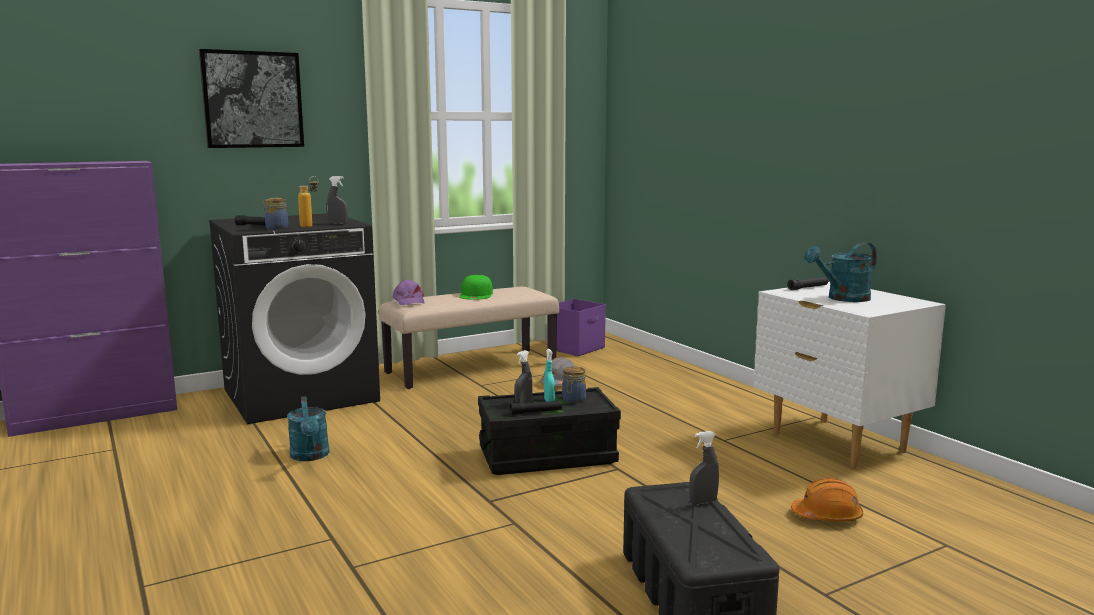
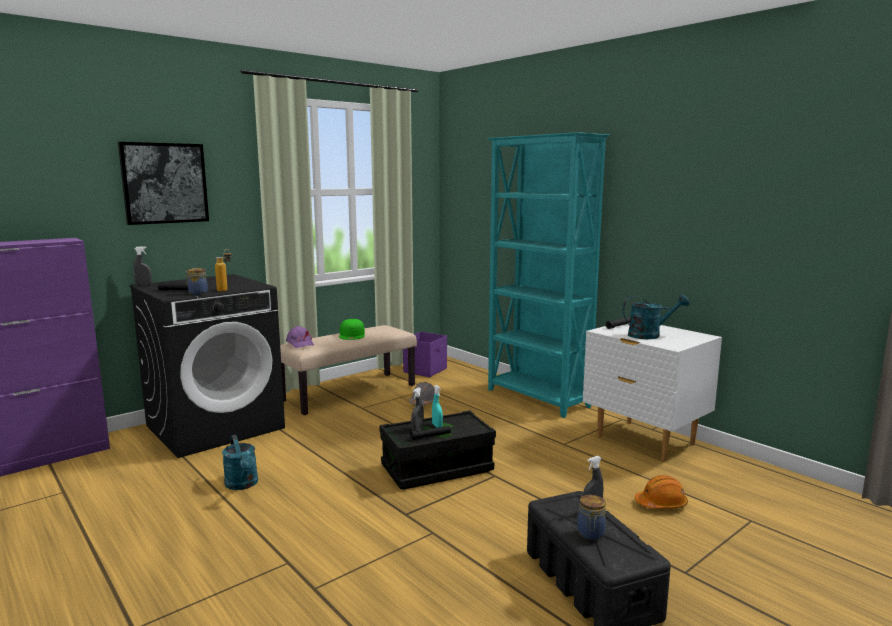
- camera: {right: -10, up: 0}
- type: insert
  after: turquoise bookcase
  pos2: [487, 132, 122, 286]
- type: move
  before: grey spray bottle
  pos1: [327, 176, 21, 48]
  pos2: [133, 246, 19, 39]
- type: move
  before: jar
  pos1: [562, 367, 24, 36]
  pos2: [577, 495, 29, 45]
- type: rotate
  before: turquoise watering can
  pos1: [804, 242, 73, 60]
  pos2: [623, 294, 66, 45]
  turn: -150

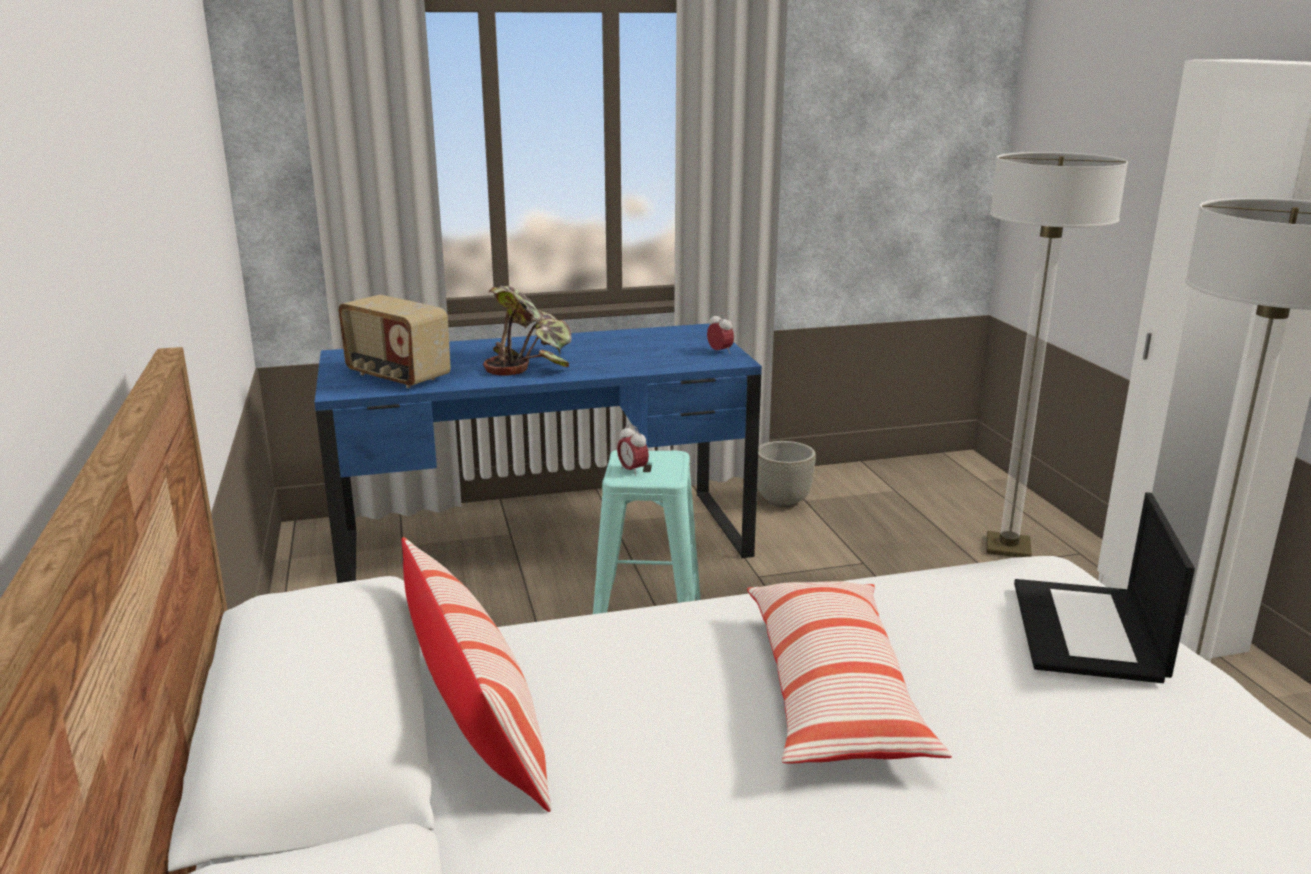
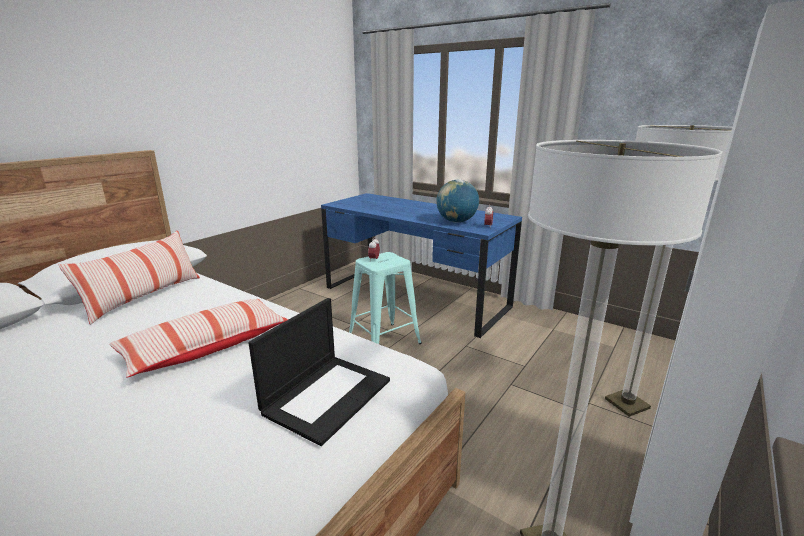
- camera: {right: 50, up: 0}
- type: delete
  before: radio
  pos1: [338, 295, 113, 93]
- type: delete
  before: potted plant
  pos1: [483, 285, 88, 91]
- type: delete
  before: grey planter
  pos1: [757, 441, 59, 67]
- type: insert
  after: globe
  pos2: [436, 180, 43, 43]
- type: rotate
  before: laptop
  pos1: [1014, 492, 181, 191]
  pos2: [248, 298, 142, 148]
  turn: 150

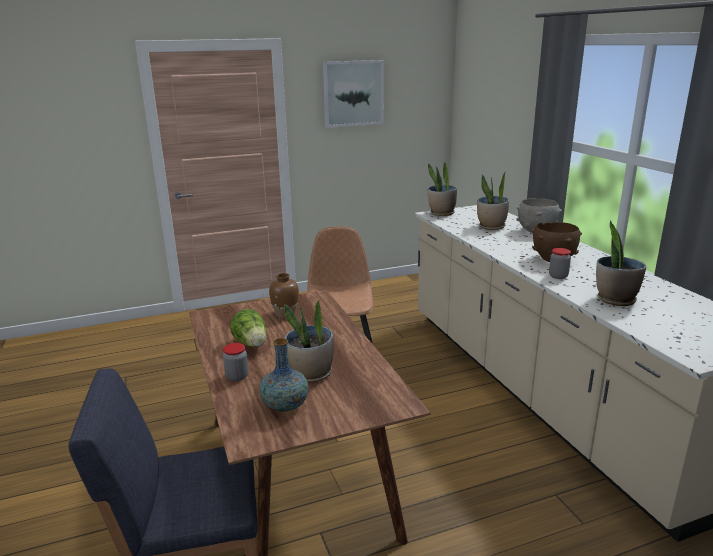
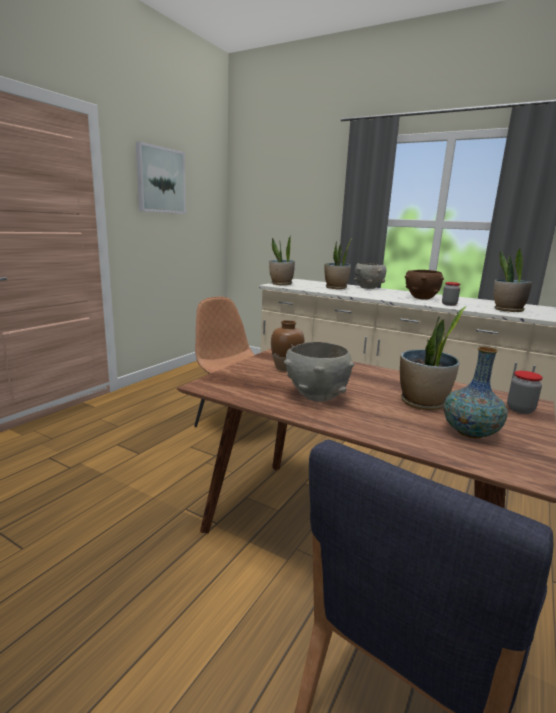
- camera: {right: -40, up: -5}
- type: move
  before: jar
  pos1: [223, 343, 25, 39]
  pos2: [507, 371, 36, 43]
- type: replace
  before: lettuce
  after: grey bowl
  pos1: [230, 309, 37, 38]
  pos2: [284, 342, 71, 60]

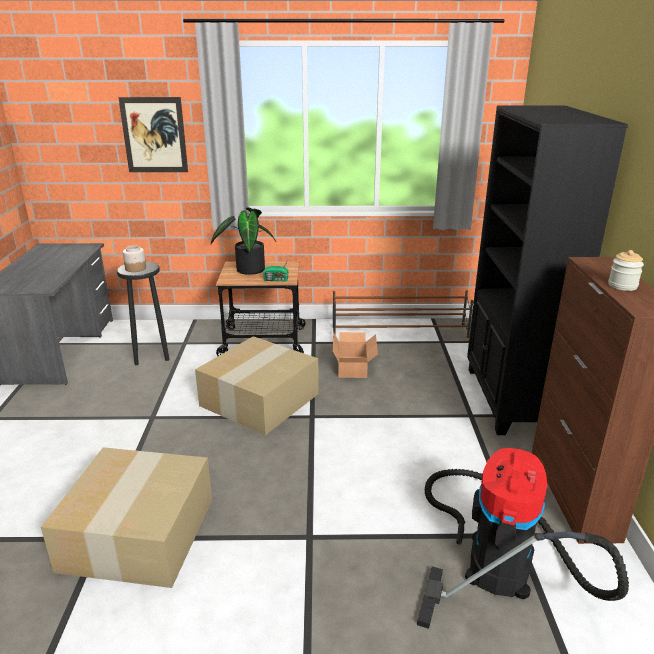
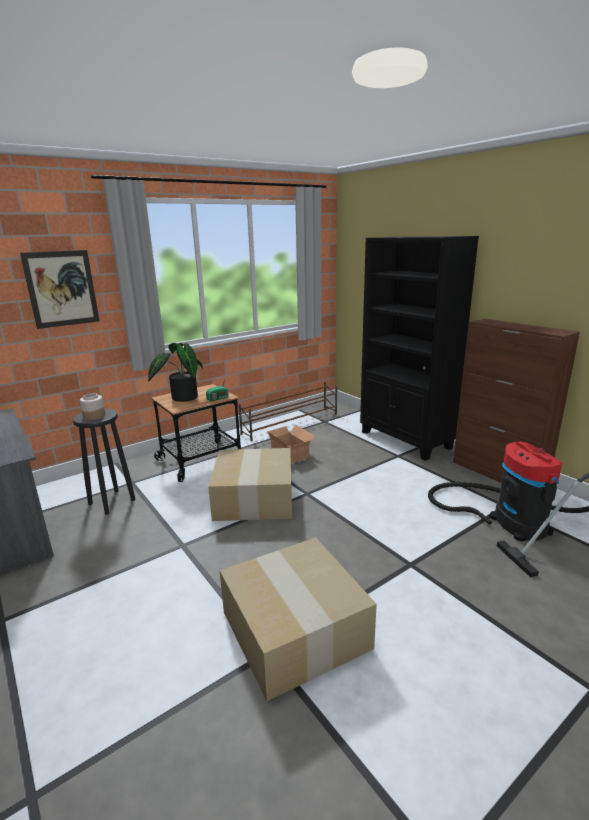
- camera: {right: -35, up: -5}
- type: delete
  before: jar
  pos1: [608, 250, 36, 41]

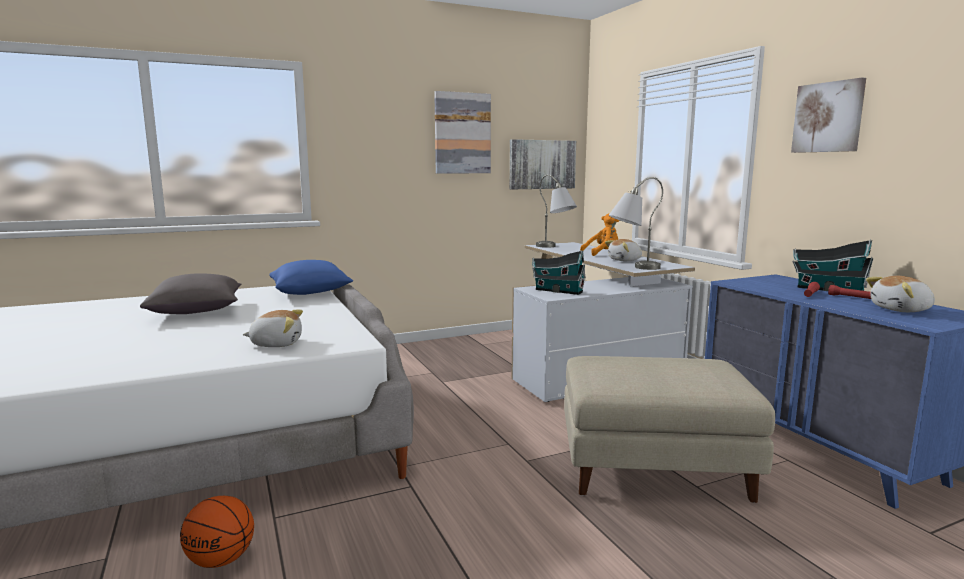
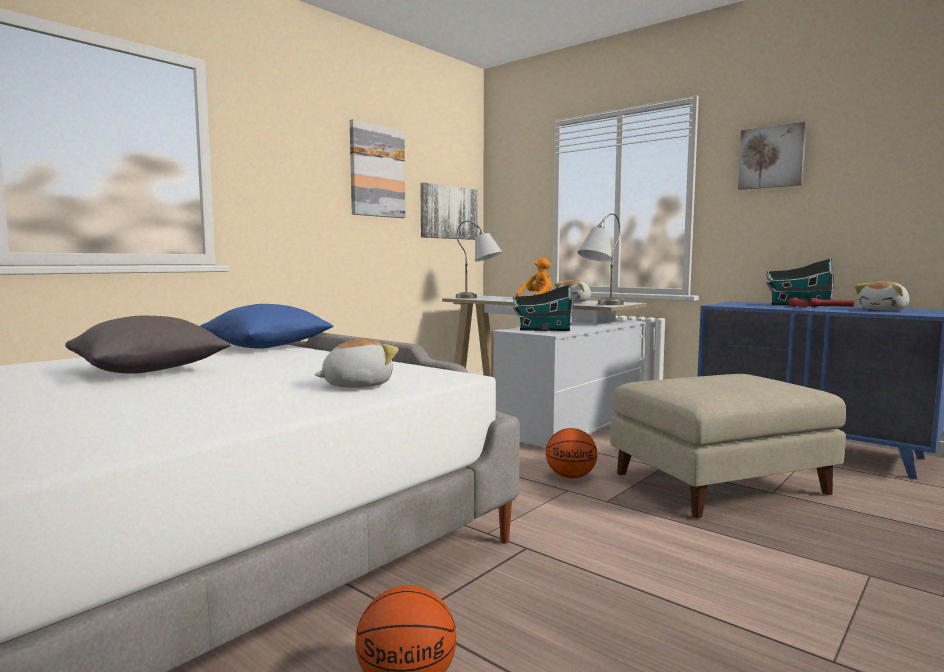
- camera: {right: -25, up: -5}
- type: insert
  after: basketball
  pos2: [546, 428, 51, 51]

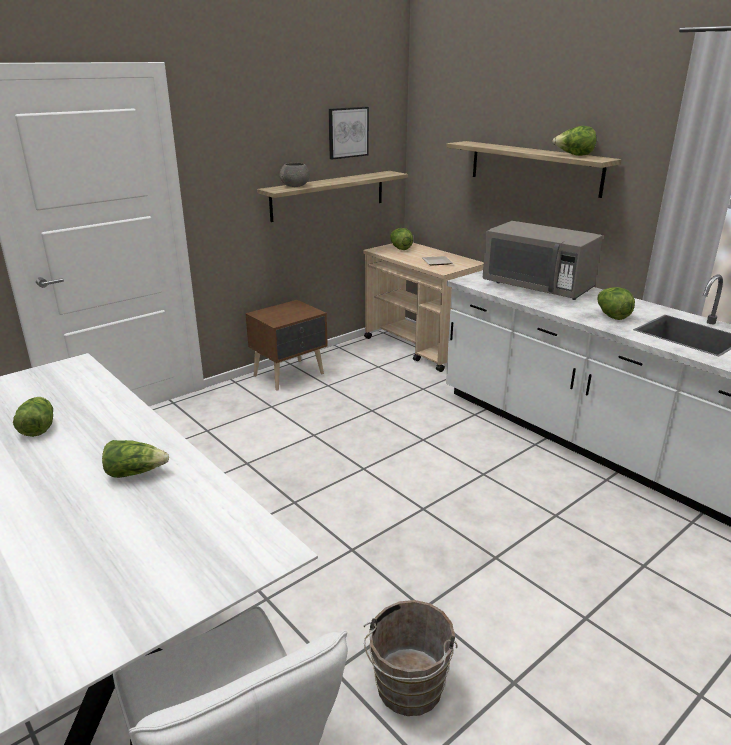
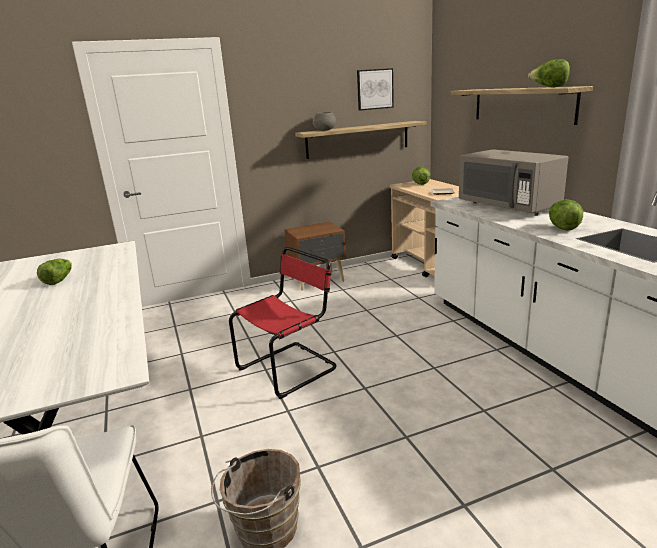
- camera: {right: 20, up: -5}
- type: delete
  before: lettuce
  pos1: [102, 440, 67, 38]
- type: insert
  after: red chair
  pos2: [229, 247, 107, 152]

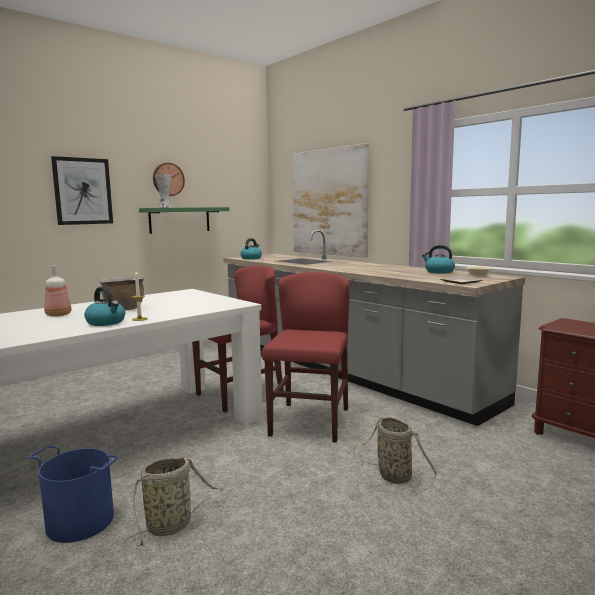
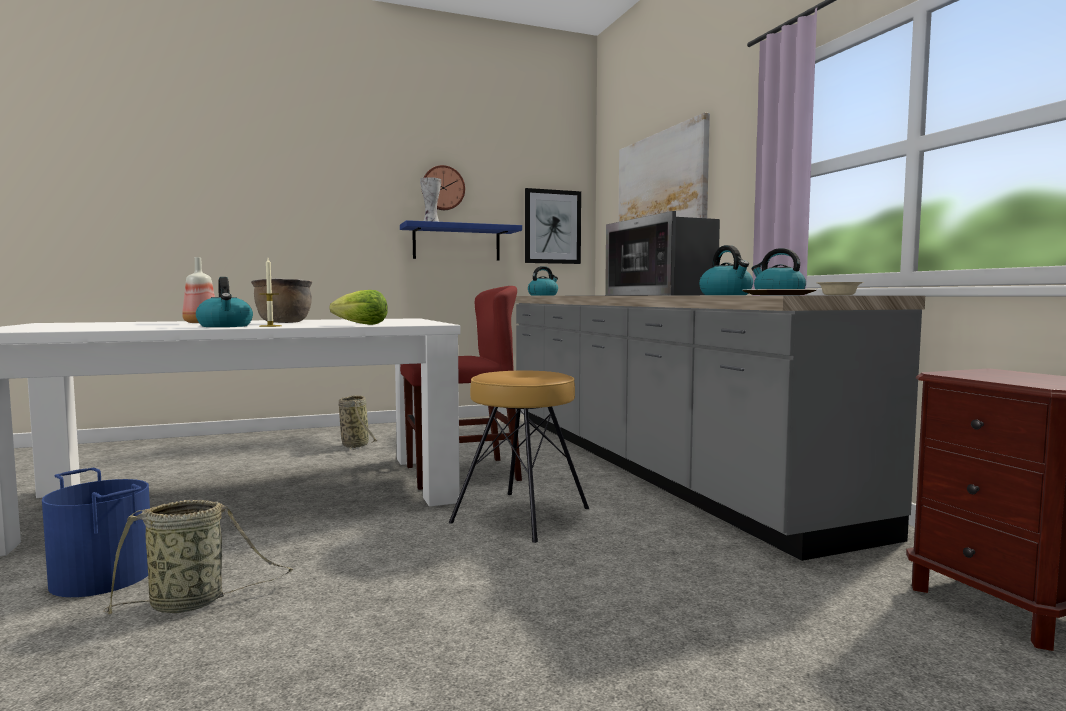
- camera: {right: 20, up: -5}
- type: insert
  after: lettuce
  pos2: [330, 290, 58, 35]
- type: insert
  after: microwave
  pos2: [605, 211, 115, 84]
- type: insert
  after: kettle
  pos2: [699, 245, 54, 50]
- type: move
  before: picture
  pos1: [51, 156, 62, 69]
  pos2: [525, 188, 56, 76]
- type: move
  before: basket
  pos1: [353, 417, 84, 74]
  pos2: [339, 395, 39, 55]
- type: replace
  before: red chair
  after: brown stool
  pos1: [262, 272, 88, 171]
  pos2: [449, 370, 140, 173]
- type: recolor
  before: green shelf
  after: blue shelf
  pos1: [139, 207, 90, 27]
  pos2: [400, 220, 122, 40]

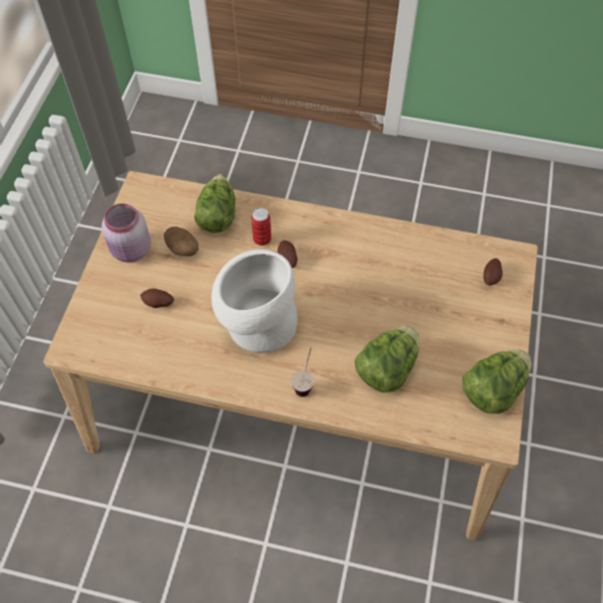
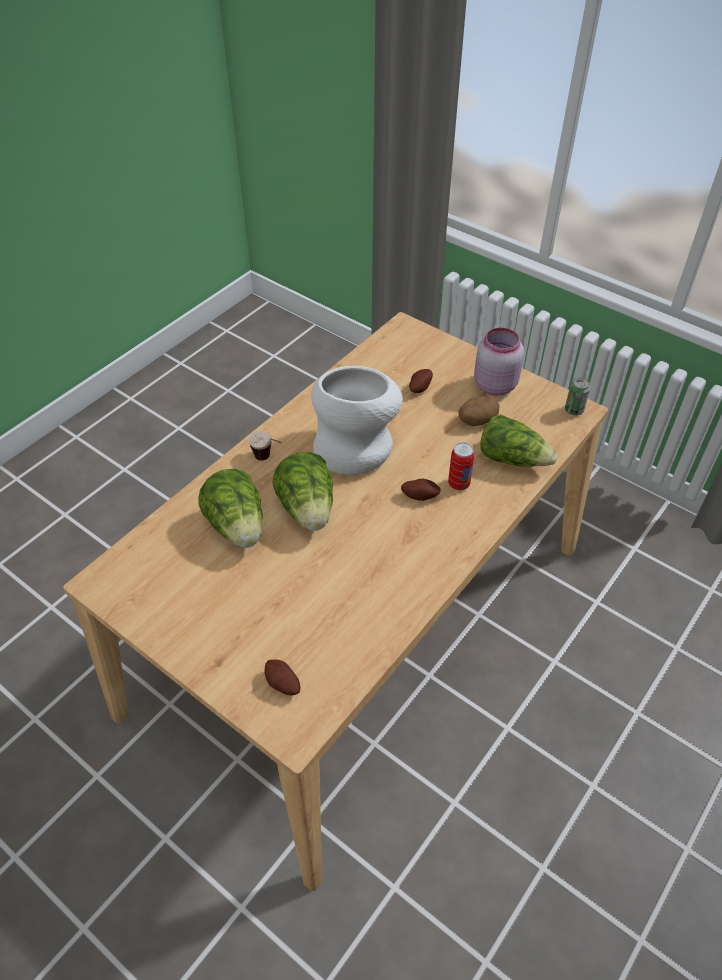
- camera: {right: 115, up: -10}
- type: insert
  after: can
  pos2: [565, 378, 25, 38]
- type: move
  before: lettuce
  pos1: [462, 349, 70, 65]
  pos2: [272, 452, 61, 79]

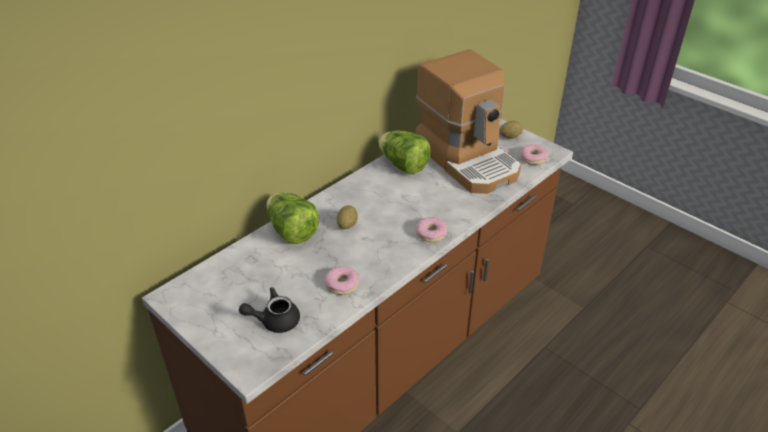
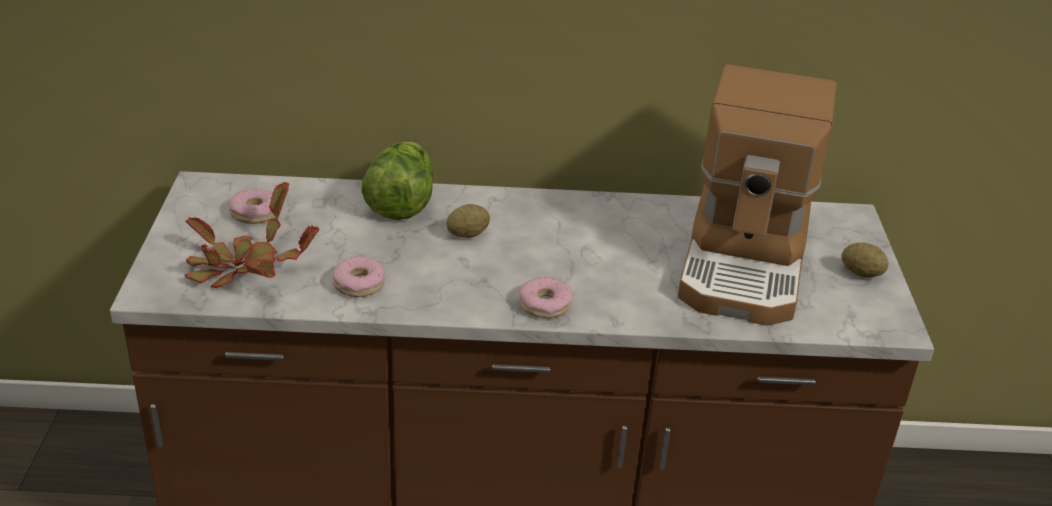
- camera: {right: 45, up: -5}
- type: delete
  before: lettuce
  pos1: [378, 130, 53, 44]
- type: move
  before: donut
  pos1: [520, 144, 29, 21]
  pos2: [229, 188, 46, 36]
- type: replace
  before: black teapot
  after: potted plant
  pos1: [239, 287, 61, 46]
  pos2: [185, 182, 134, 106]

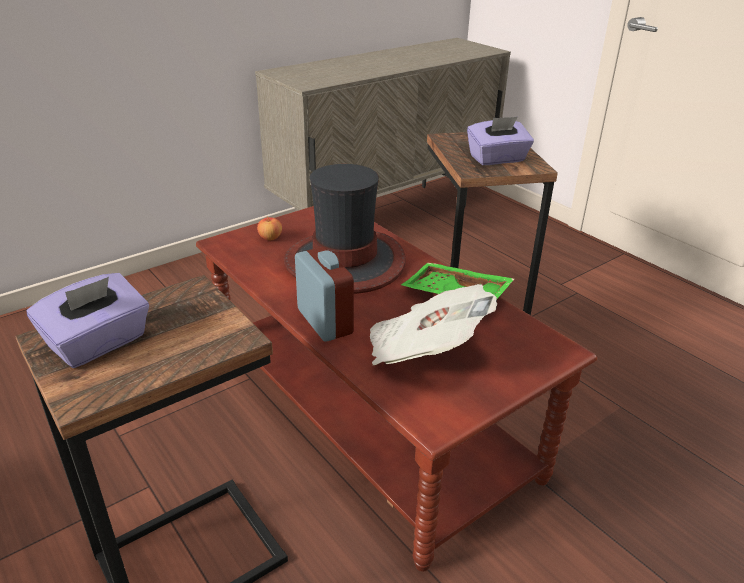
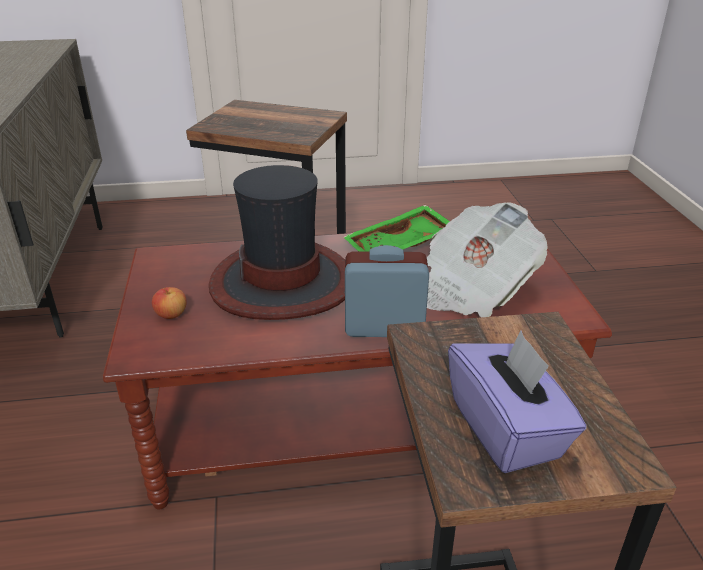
- camera: {right: -60, up: 0}
- type: delete
  before: purple tissue box
  pos1: [467, 117, 67, 48]

